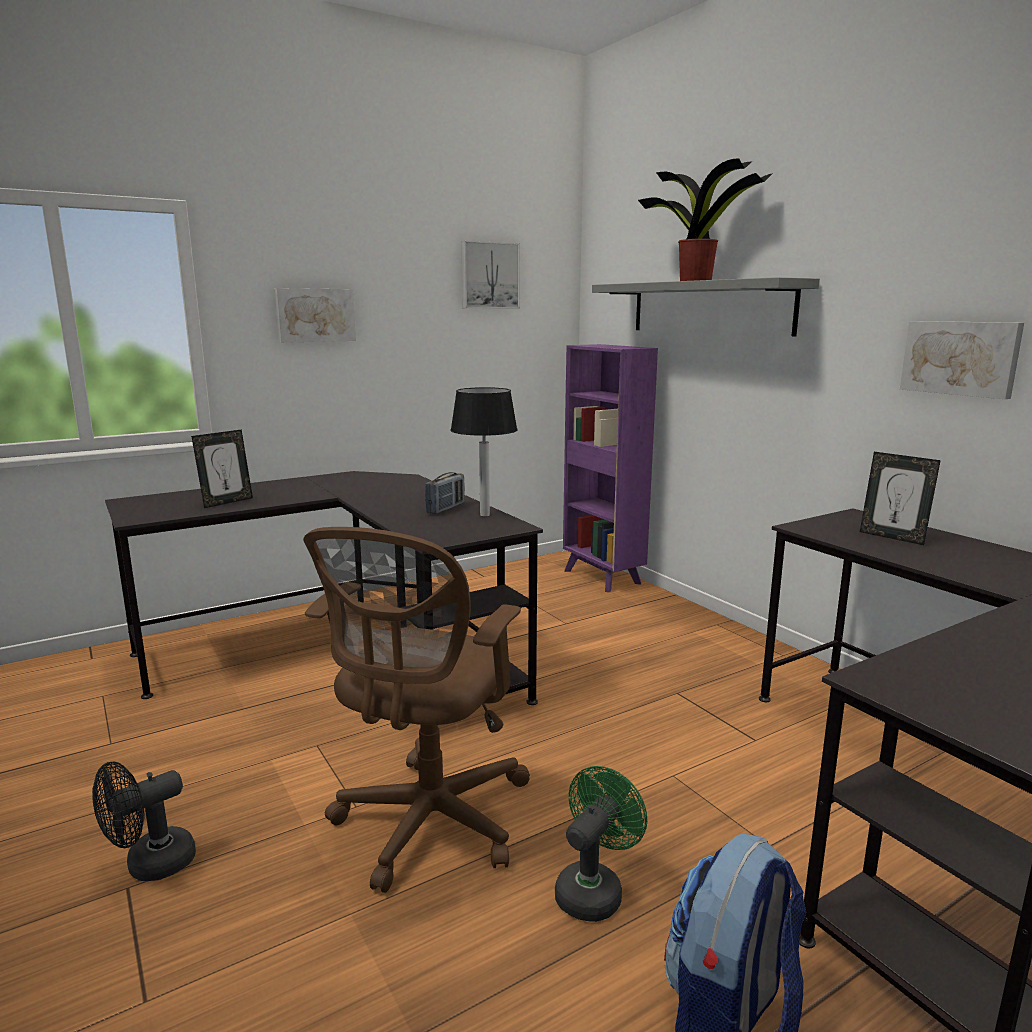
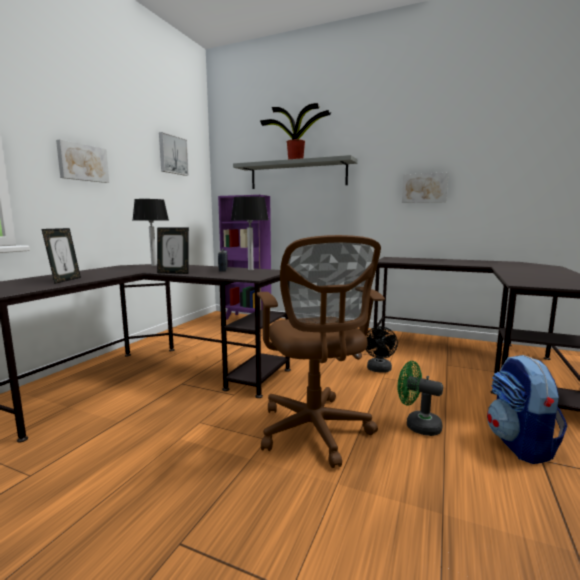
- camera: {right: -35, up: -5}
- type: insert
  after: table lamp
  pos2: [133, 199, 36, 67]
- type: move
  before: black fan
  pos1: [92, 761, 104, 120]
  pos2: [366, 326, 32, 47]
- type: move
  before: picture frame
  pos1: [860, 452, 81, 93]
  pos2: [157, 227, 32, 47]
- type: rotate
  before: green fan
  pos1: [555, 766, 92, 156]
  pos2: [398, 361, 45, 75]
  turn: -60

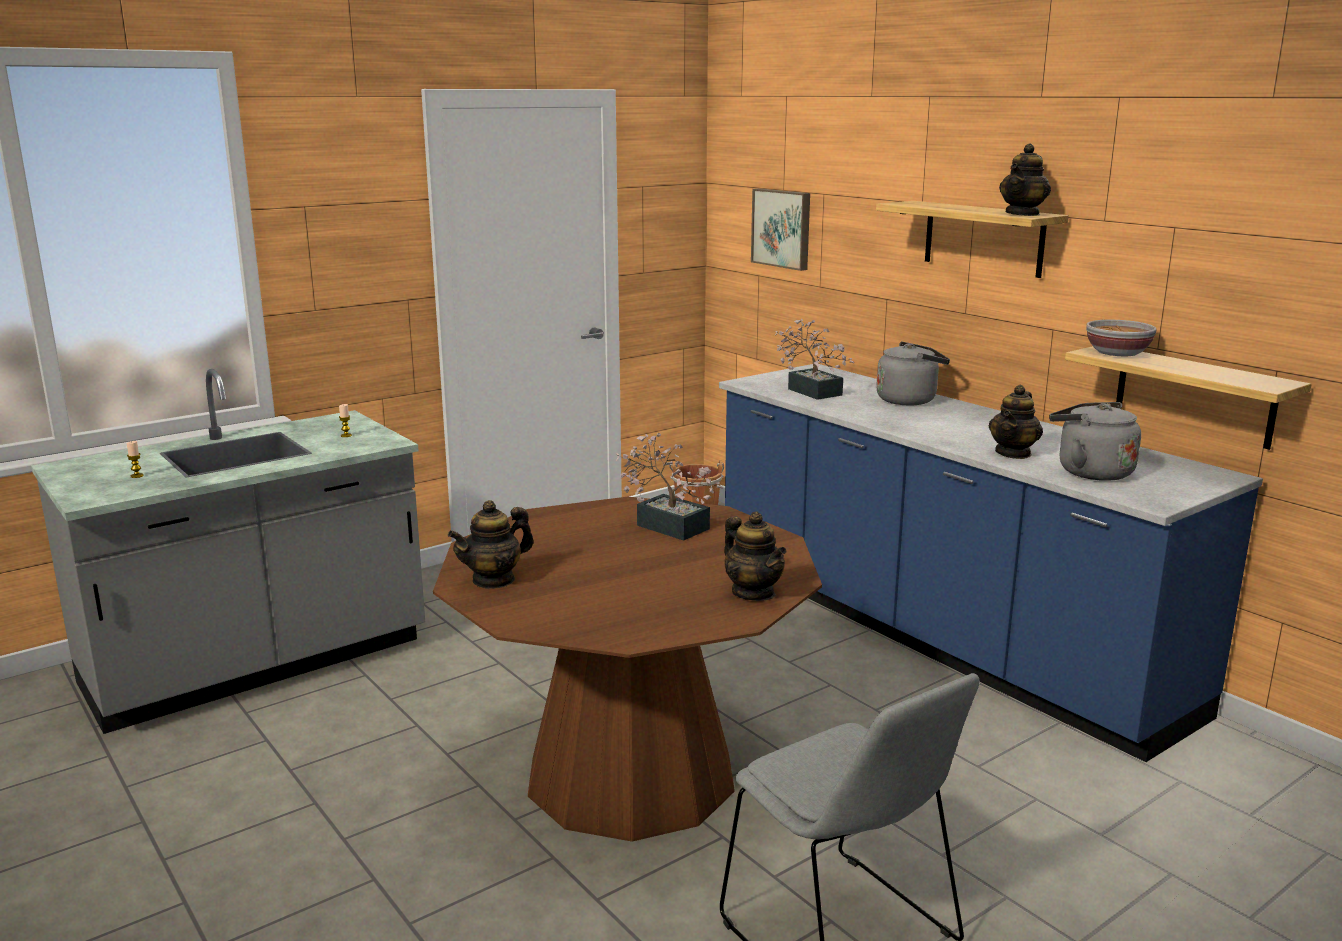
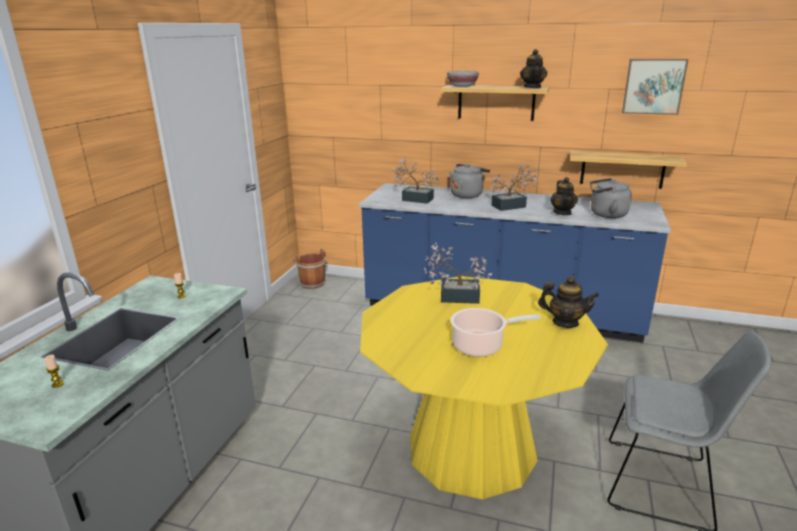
- camera: {right: -35, up: 5}
- type: delete
  before: teapot
  pos1: [448, 500, 86, 89]
- type: insert
  after: cooking pot
  pos2: [450, 308, 90, 49]
- type: insert
  after: potted plant
  pos2: [489, 165, 49, 46]
- type: move
  before: picture
  pos1: [751, 188, 59, 83]
  pos2: [622, 59, 66, 56]
- type: move
  before: bowl
  pos1: [1086, 320, 71, 36]
  pos2: [447, 71, 32, 16]
- type: recolor
  before: brown dining table
  after: yellow dining table
  pos1: [433, 497, 389, 344]
  pos2: [360, 276, 248, 223]

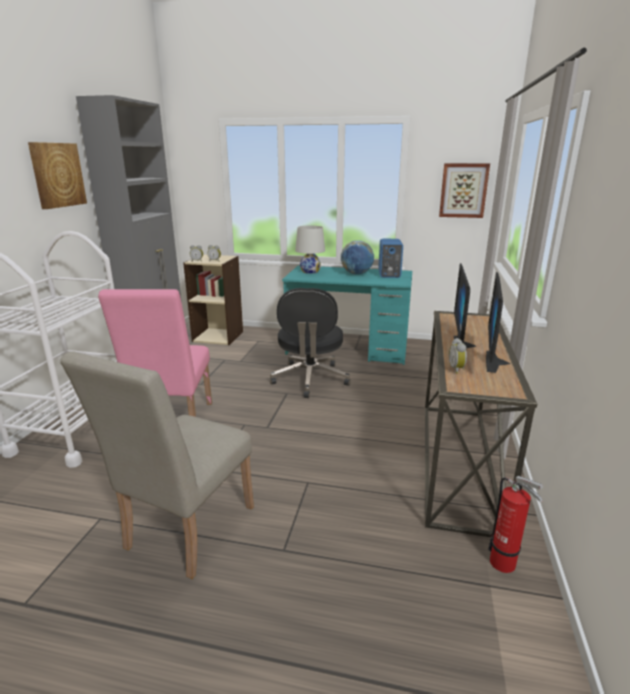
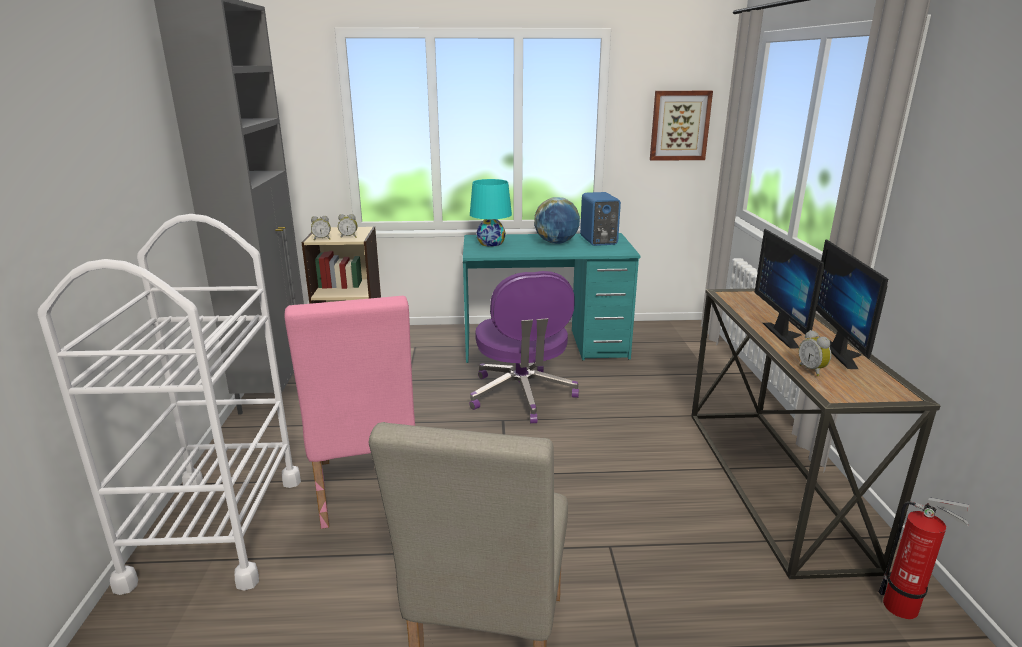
- camera: {right: -15, up: 0}
- type: delete
  before: picture
  pos1: [28, 142, 59, 67]
- type: recolor
  before: black office chair
  after: purple office chair
  pos1: [270, 288, 80, 110]
  pos2: [469, 271, 110, 152]
- type: recolor
  before: white table lamp
  after: turquoise table lamp
  pos1: [295, 225, 30, 49]
  pos2: [470, 179, 42, 68]

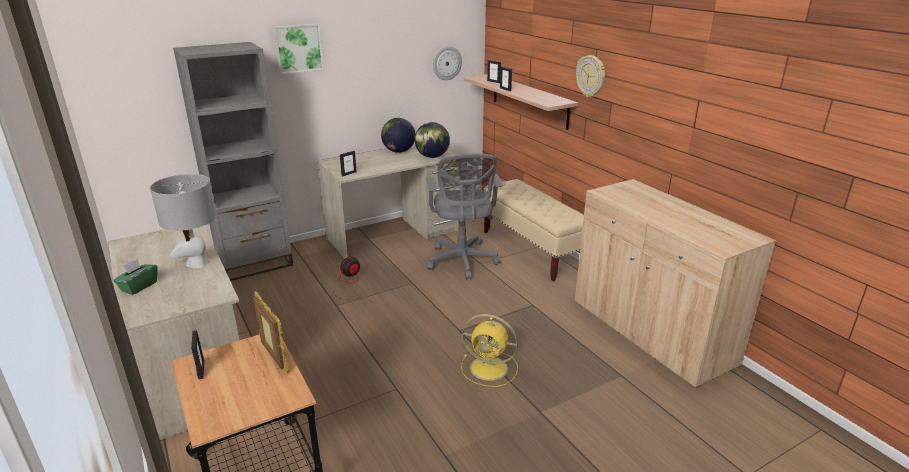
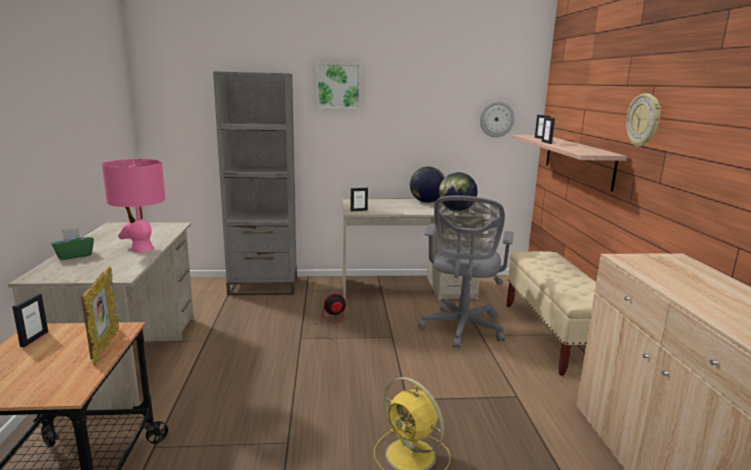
- camera: {right: 25, up: -10}
- type: recolor
  before: grey table lamp
  after: pink table lamp
  pos1: [150, 174, 66, 94]
  pos2: [102, 159, 63, 94]

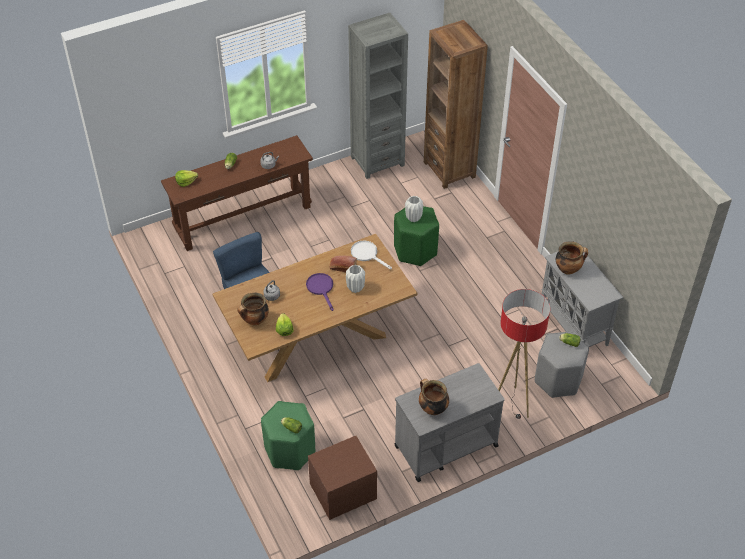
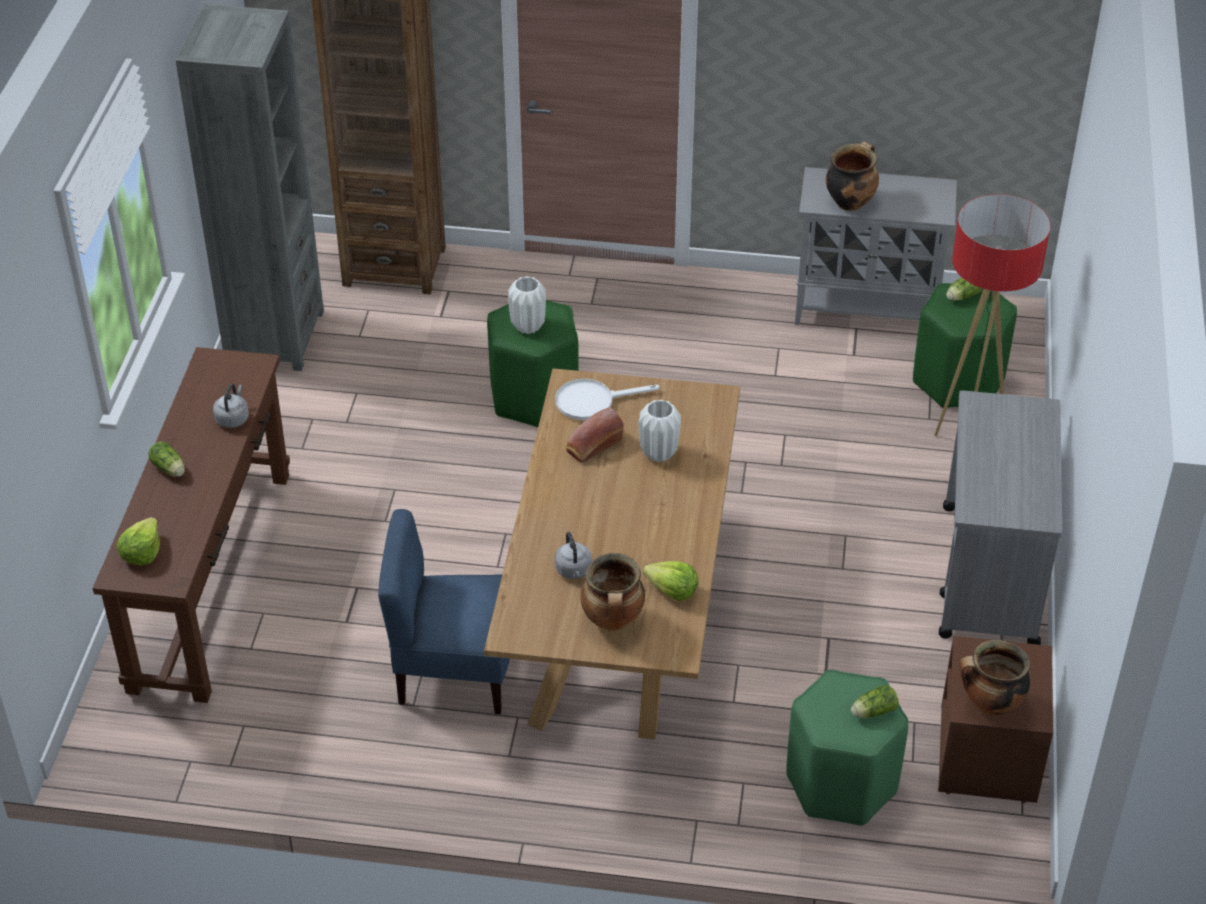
- camera: {right: -55, up: -5}
- type: delete
  before: purple frying pan
  pos1: [306, 273, 28, 38]
- type: move
  before: cooking pot
  pos1: [419, 379, 30, 36]
  pos2: [959, 640, 71, 76]
- type: recolor
  before: grey stool
  after: green stool
  pos1: [535, 331, 54, 67]
  pos2: [913, 283, 104, 125]

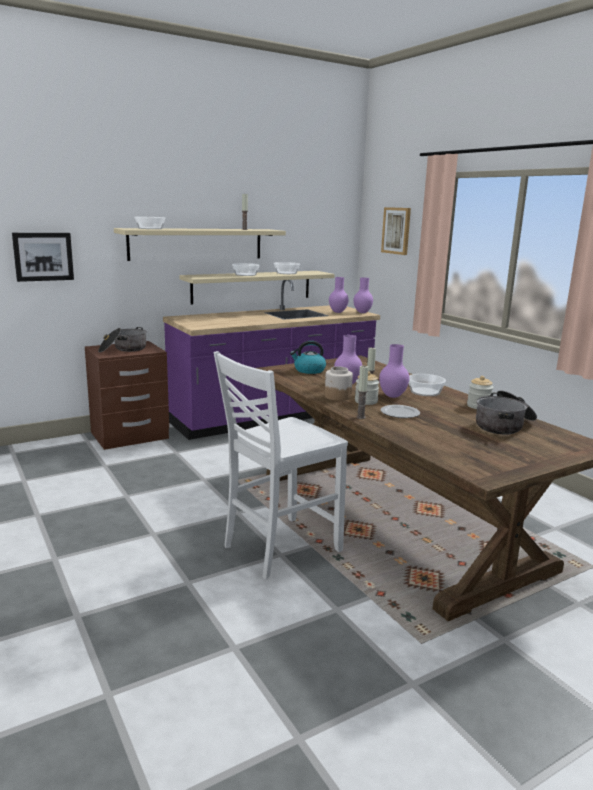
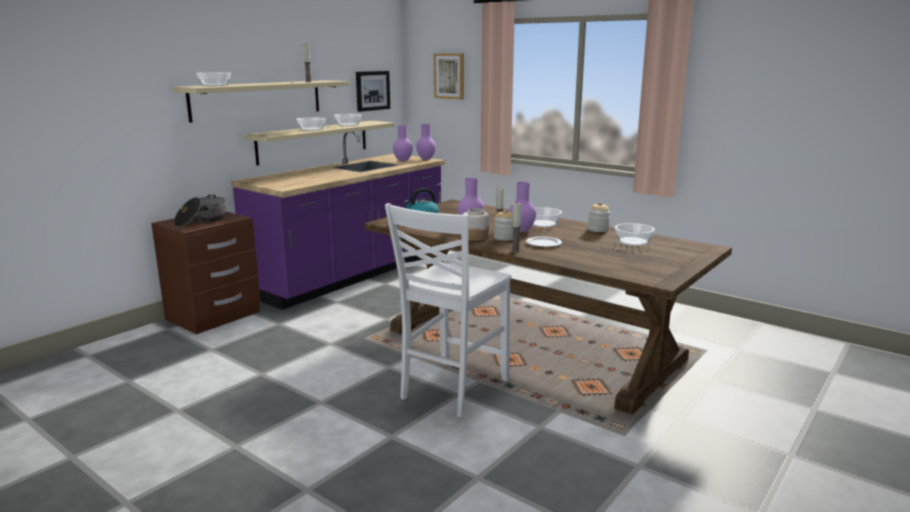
- camera: {right: -20, up: 0}
- type: move
  before: picture
  pos1: [12, 233, 62, 49]
  pos2: [356, 71, 34, 41]
- type: replace
  before: cooking pot
  after: bowl
  pos1: [476, 390, 61, 45]
  pos2: [615, 223, 40, 23]

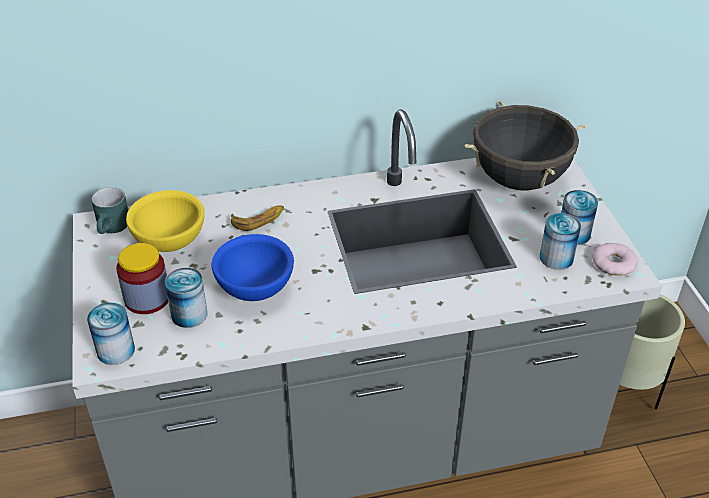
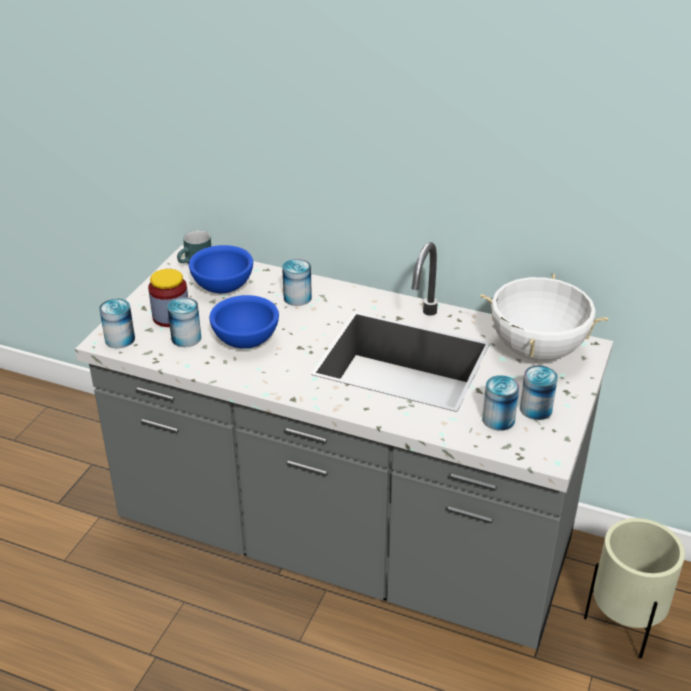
- camera: {right: 35, up: -5}
- type: delete
  before: donut
  pos1: [592, 243, 46, 33]
- type: replace
  before: banana
  after: can
  pos1: [231, 205, 53, 26]
  pos2: [282, 259, 30, 47]
- type: recolor
  before: yellow bowl
  after: blue bowl
  pos1: [126, 190, 78, 62]
  pos2: [189, 245, 64, 48]
- type: recolor
  before: black cooking pot
  after: white cooking pot
  pos1: [465, 101, 120, 90]
  pos2: [480, 274, 128, 87]

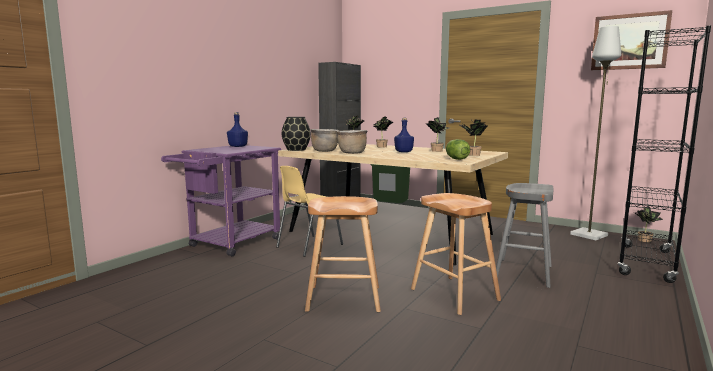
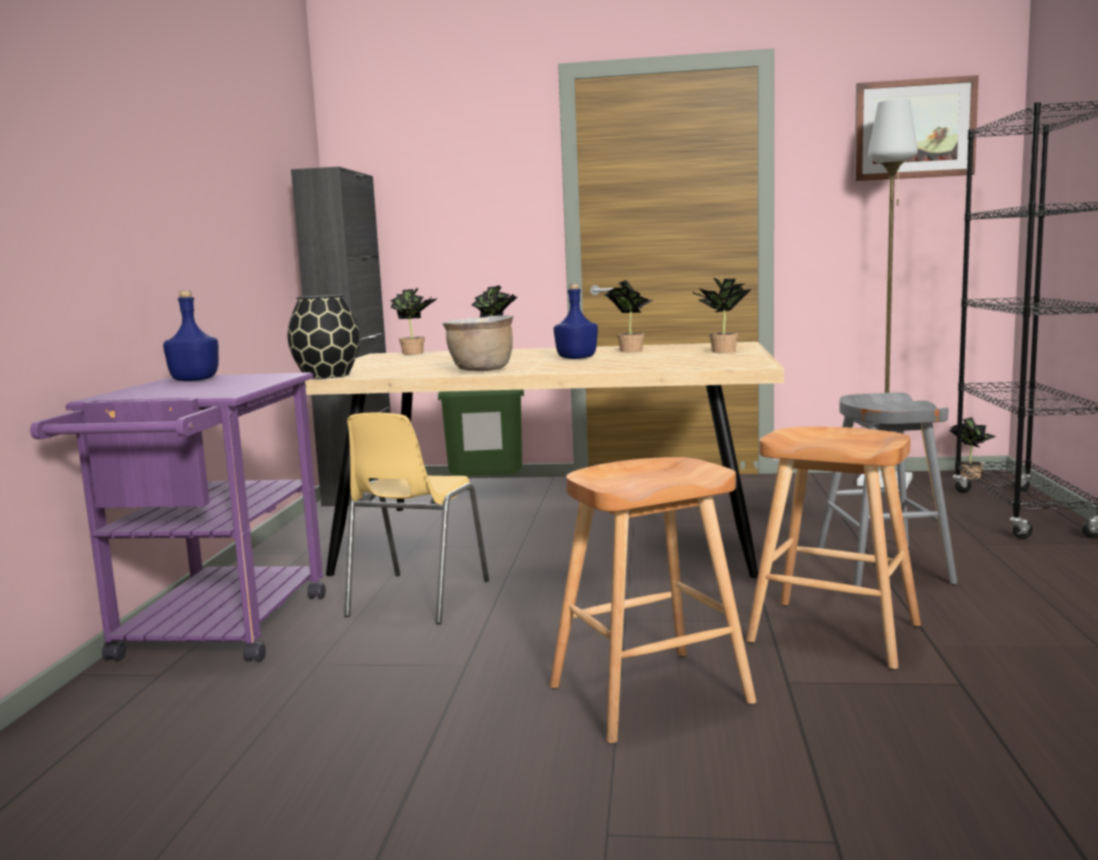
- camera: {right: -25, up: 0}
- type: delete
  before: brown cooking pot
  pos1: [310, 129, 30, 23]
- type: delete
  before: lettuce
  pos1: [446, 139, 24, 21]

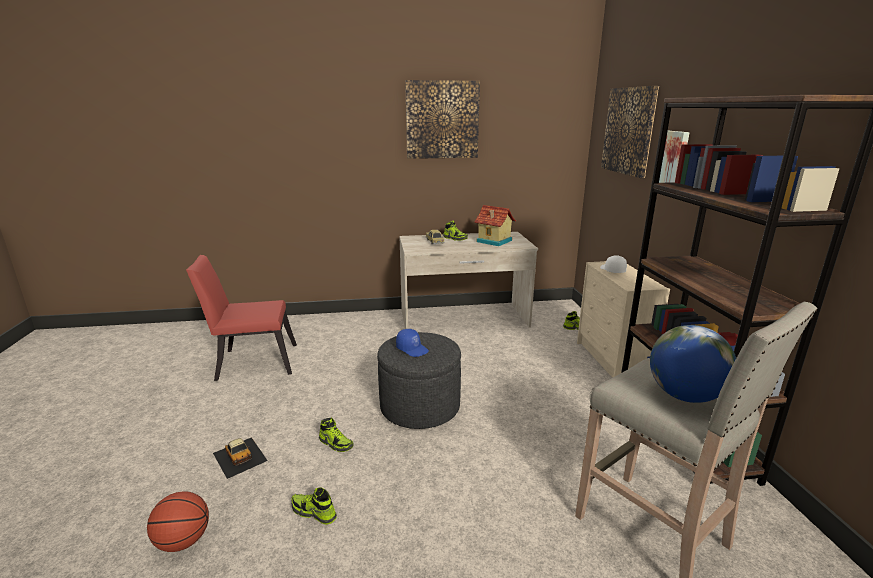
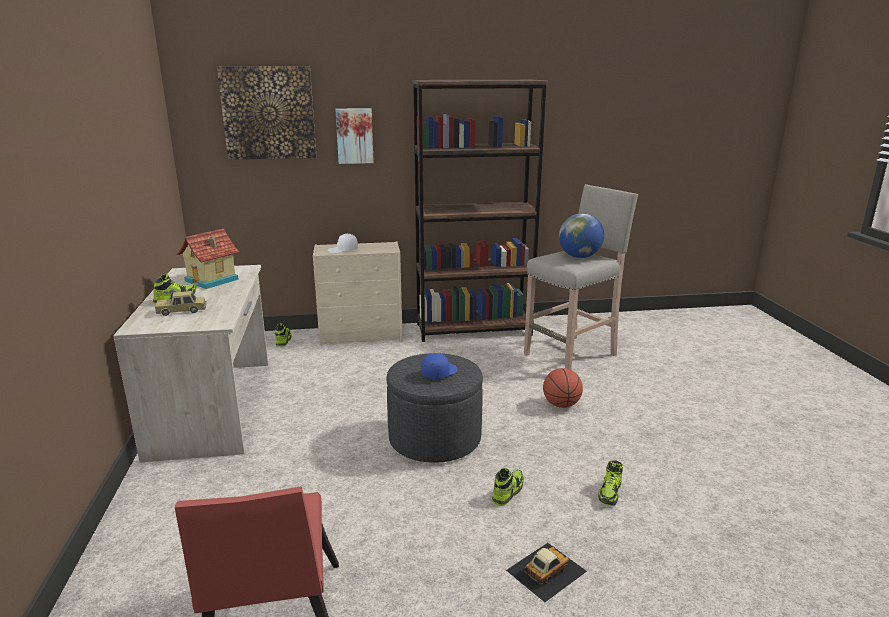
- camera: {right: -90, up: 0}
- type: delete
  before: picture
  pos1: [405, 80, 75, 79]
- type: move
  before: basketball
  pos1: [147, 491, 62, 61]
  pos2: [543, 368, 40, 40]

